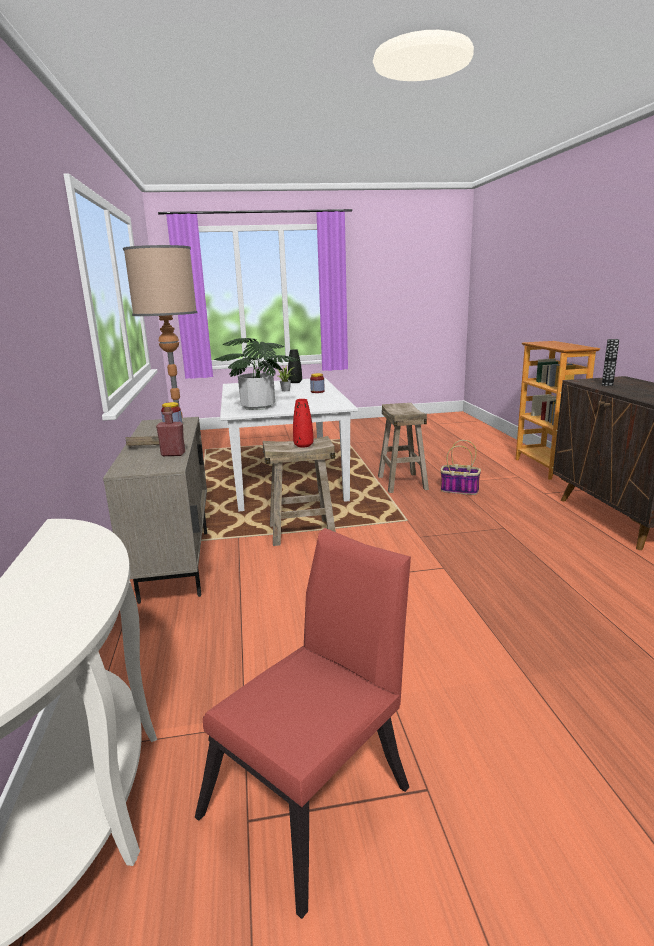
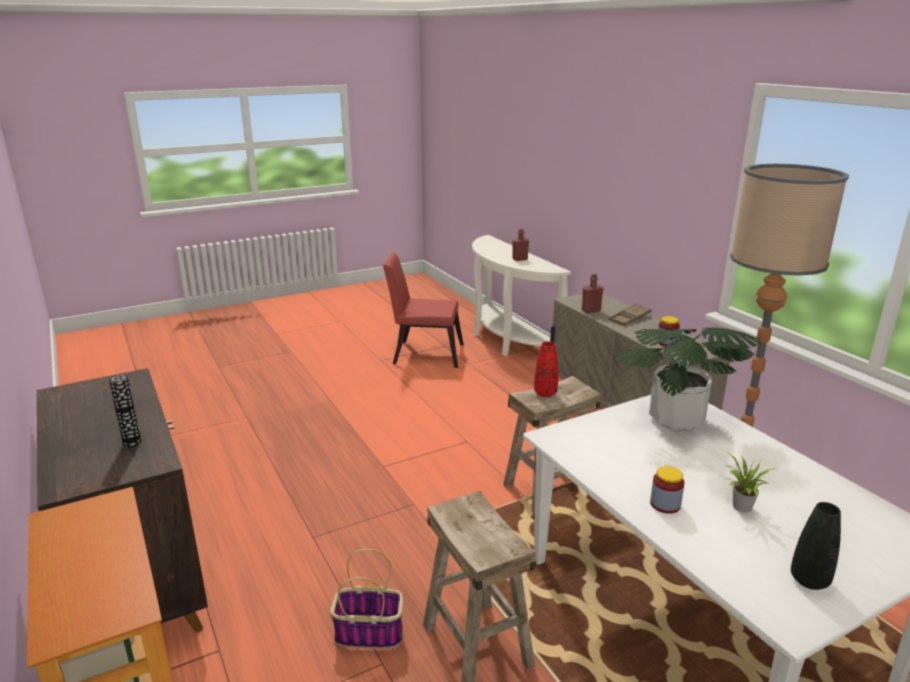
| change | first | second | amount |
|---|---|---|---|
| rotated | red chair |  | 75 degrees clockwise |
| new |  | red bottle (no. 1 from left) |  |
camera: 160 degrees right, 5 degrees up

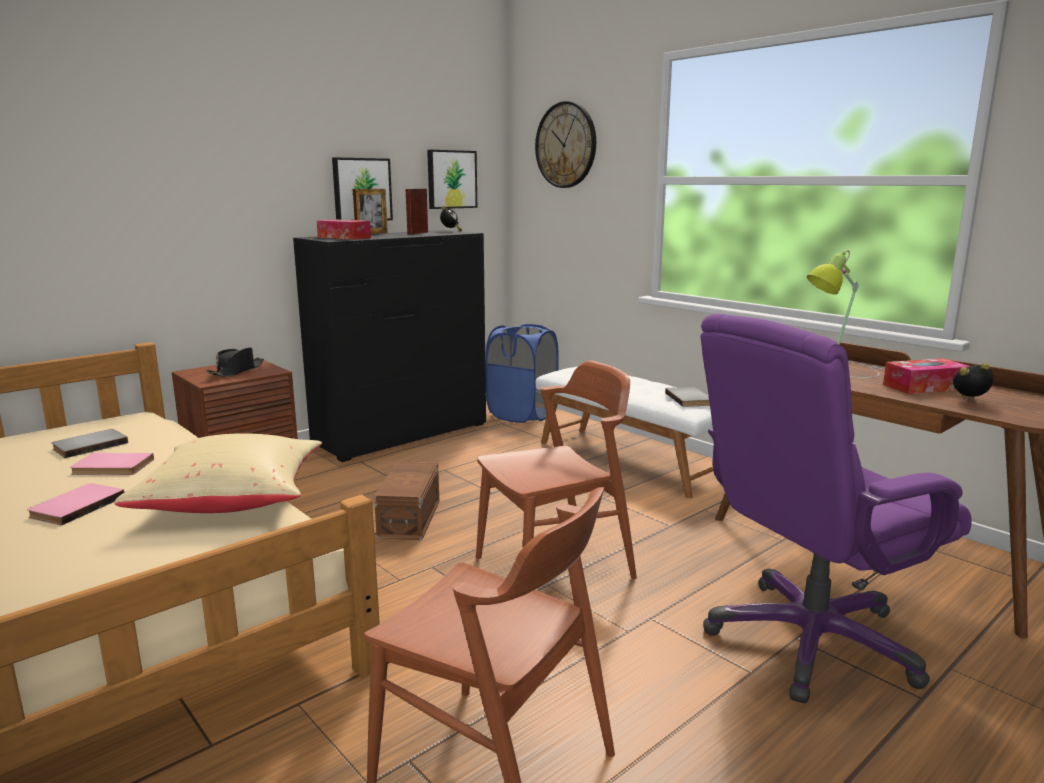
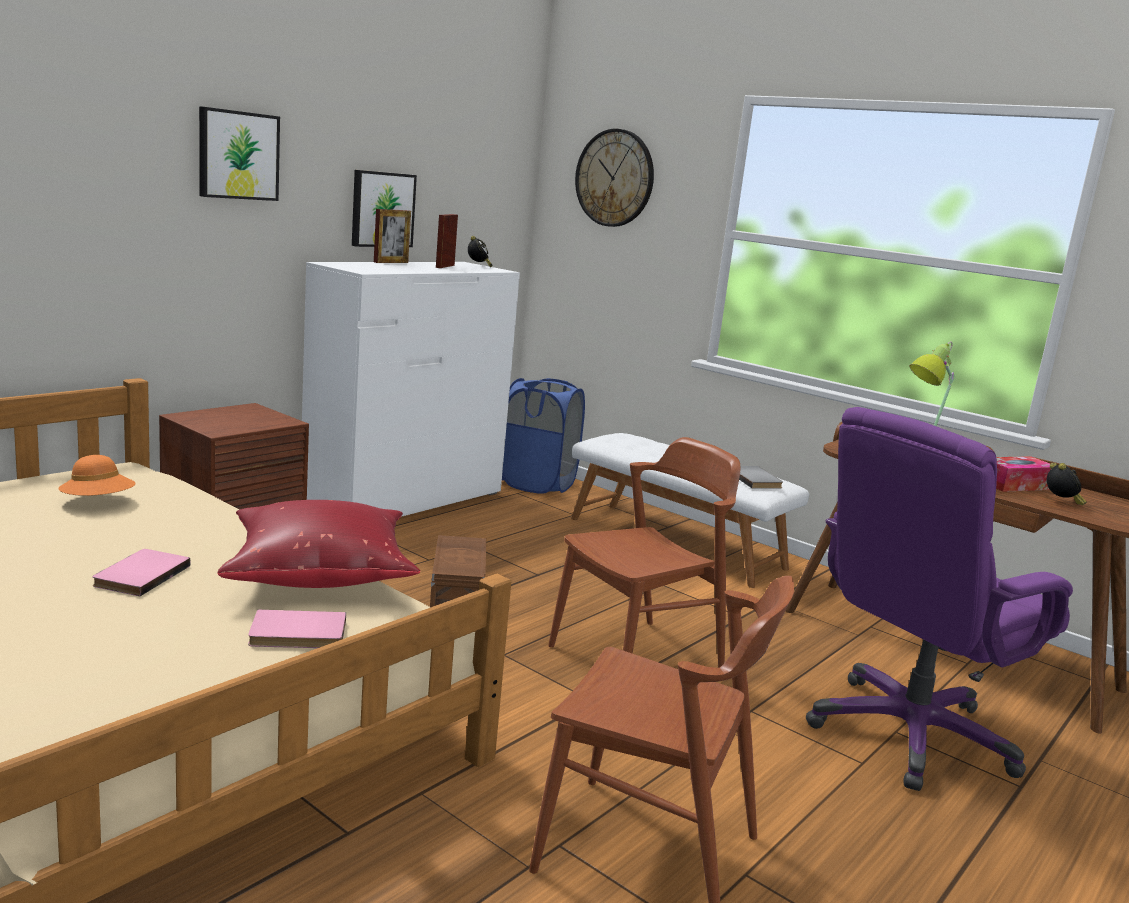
| change | first | second | amount |
|---|---|---|---|
| shifted | picture (no. 2 from left in the first image) | picture (no. 1 from left) |  |
| gone | tissue box (no. 1 from left) |  |  |
| repainted | black dresser | white dresser |  |
| gone | black hat |  |  |
| rotated | alarm clock (no. 2 from left) |  | 90 degrees clockwise |
| swapped | grey book (no. 1 from left) | orange hat |  |
| repainted | beige pillow | red pillow |  |
| shifted | pink book (no. 2 from left) |  |  |
camera: 10 degrees left, 0 degrees up

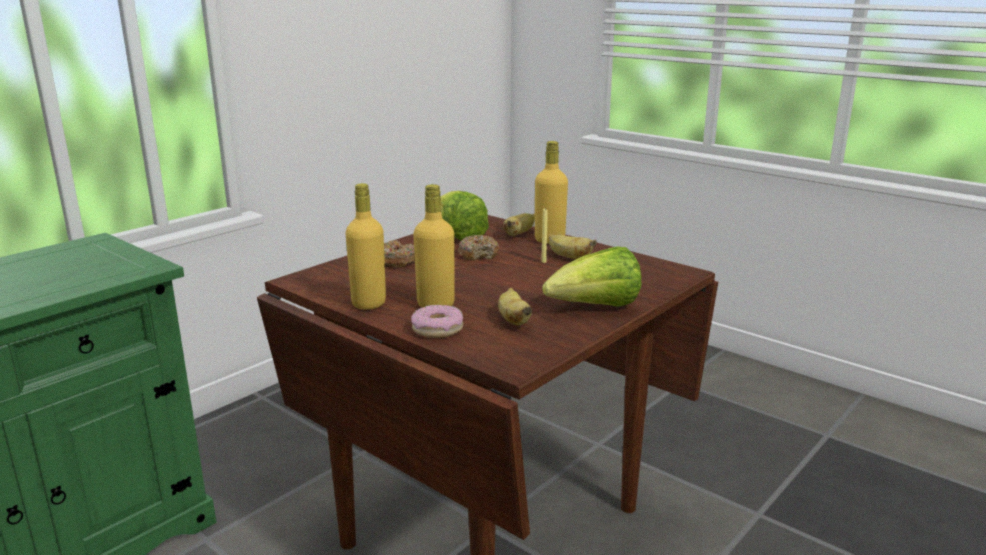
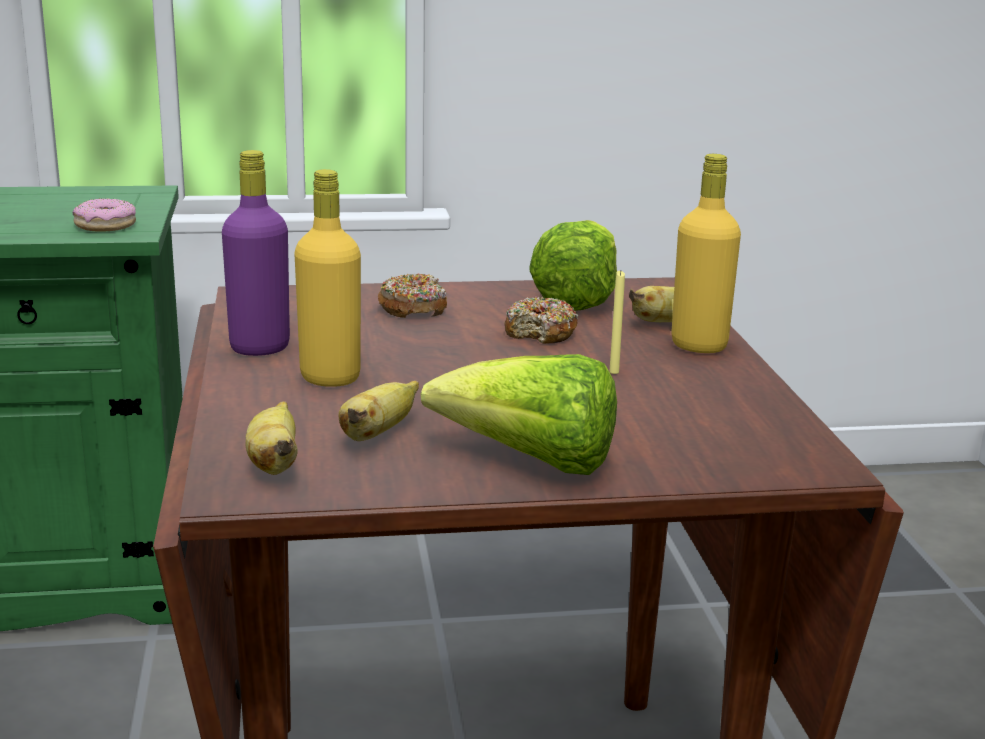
| change | first | second | amount |
|---|---|---|---|
| repainted | yellow bottle (no. 1 from left) | purple bottle |  |
| shifted | banana (no. 3 from left in the first image) | banana (no. 1 from left) |  |
| shifted | donut (no. 2 from left in the first image) | donut (no. 1 from left) |  |
camera: 40 degrees right, 0 degrees up

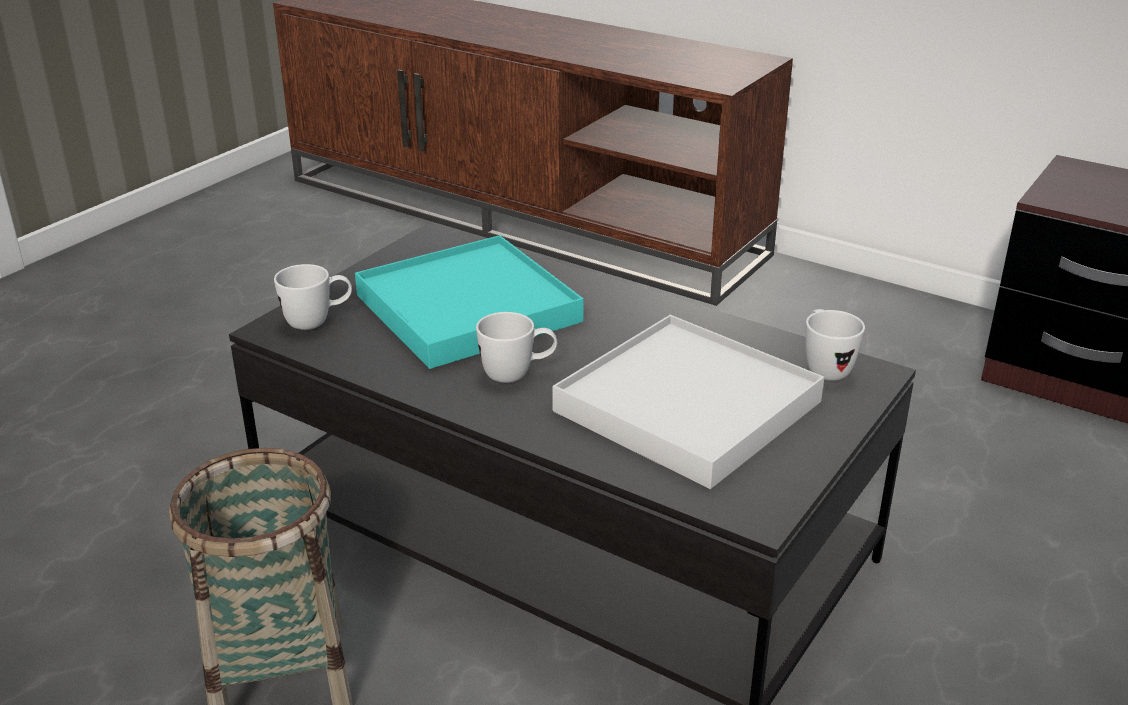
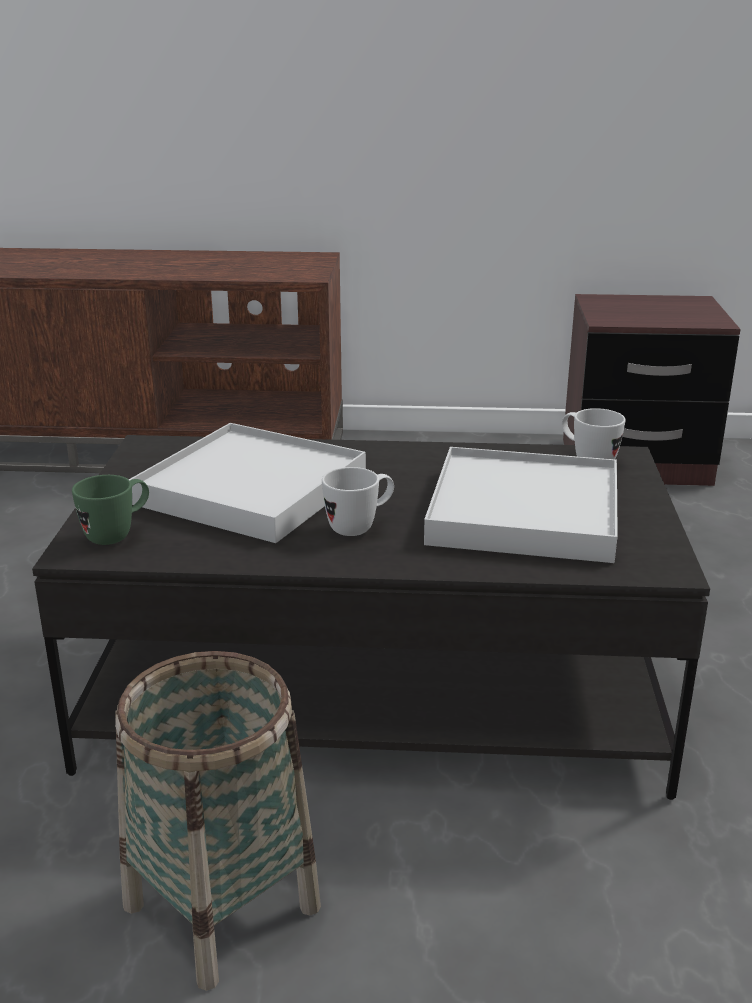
| change | first | second | amount |
|---|---|---|---|
| repainted | turquoise tray | white tray (no. 1 from left) |  |
| repainted | white mug (no. 1 from left) | green mug |  |
camera: 30 degrees left, 5 degrees down

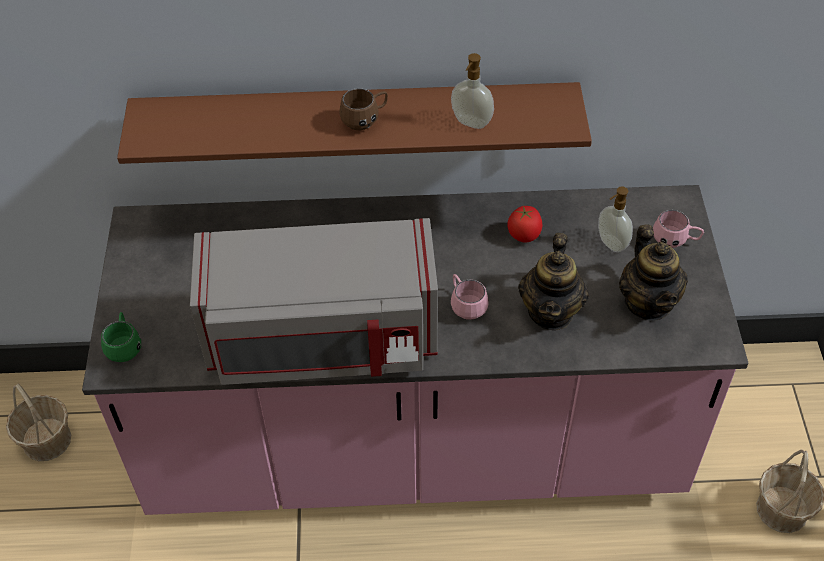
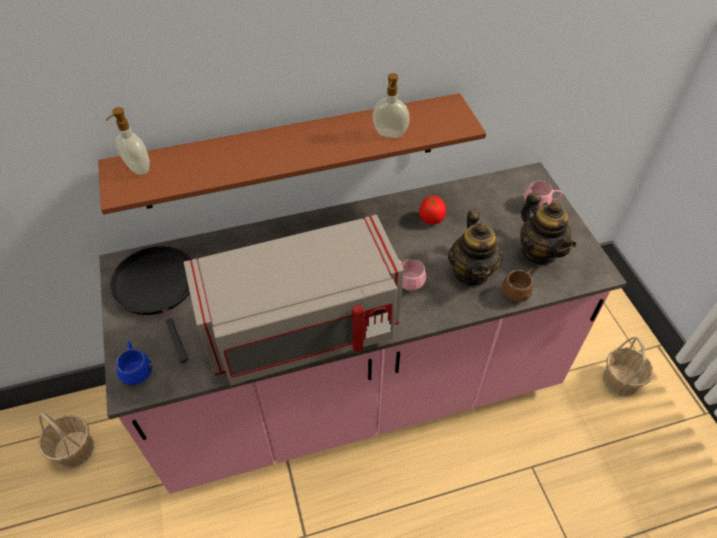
| change | first | second | amount |
|---|---|---|---|
| shifted | brown mug |  |  |
| shifted | soap dispenser (no. 2 from left in the first image) | soap dispenser (no. 1 from left) |  |
| repainted | green mug | blue mug |  |
| new |  | black frying pan |  |
camera: 15 degrees left, 0 degrees up

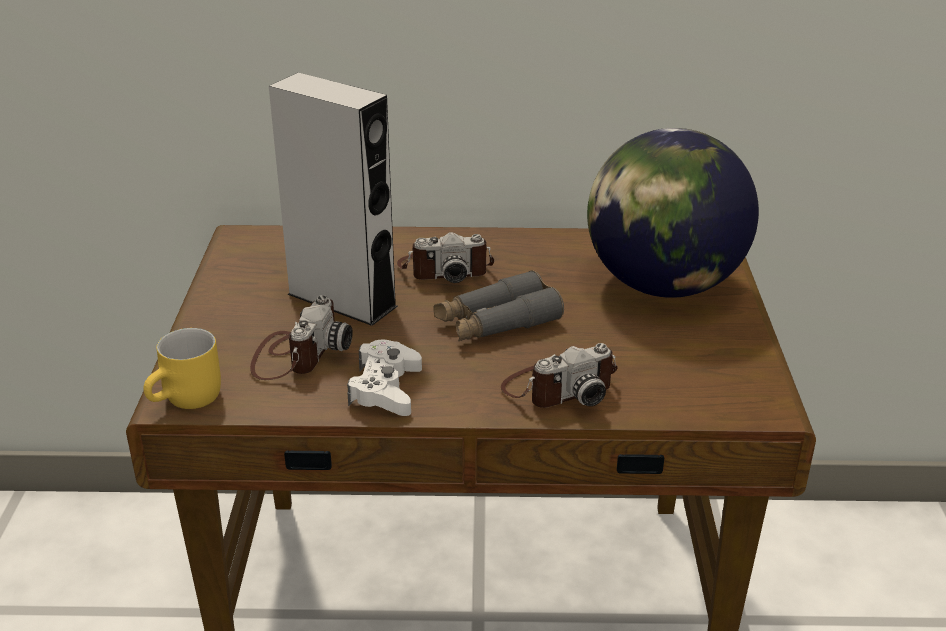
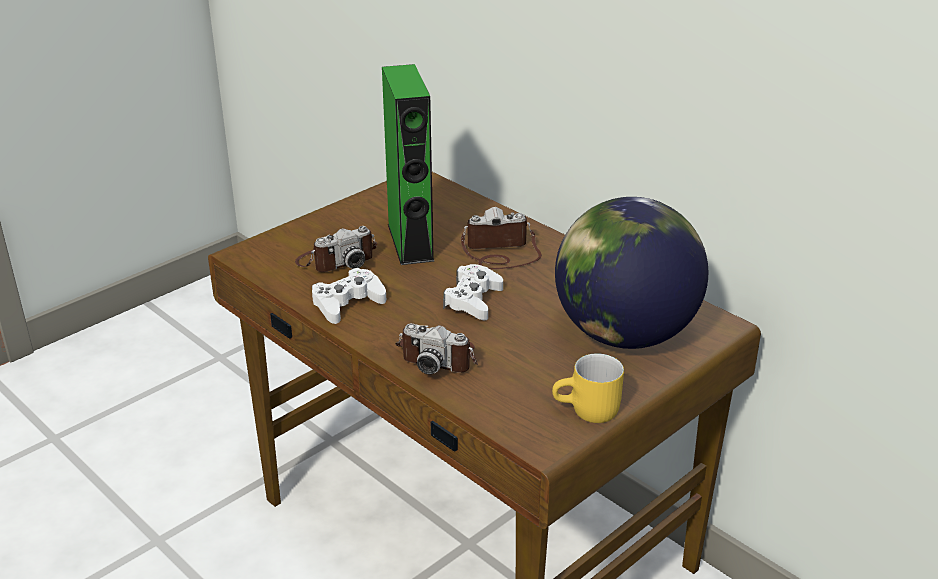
| change | first | second | amount |
|---|---|---|---|
| repainted | grey speaker | green speaker |  |
| rotated | photo camera (no. 2 from left in the first image) | photo camera (no. 3 from left) | 135 degrees clockwise |
| swapped | grey binoculars | white game controller (no. 2 from left) |  |
| shifted | yellow mug |  |  |
camera: 45 degrees right, 0 degrees up

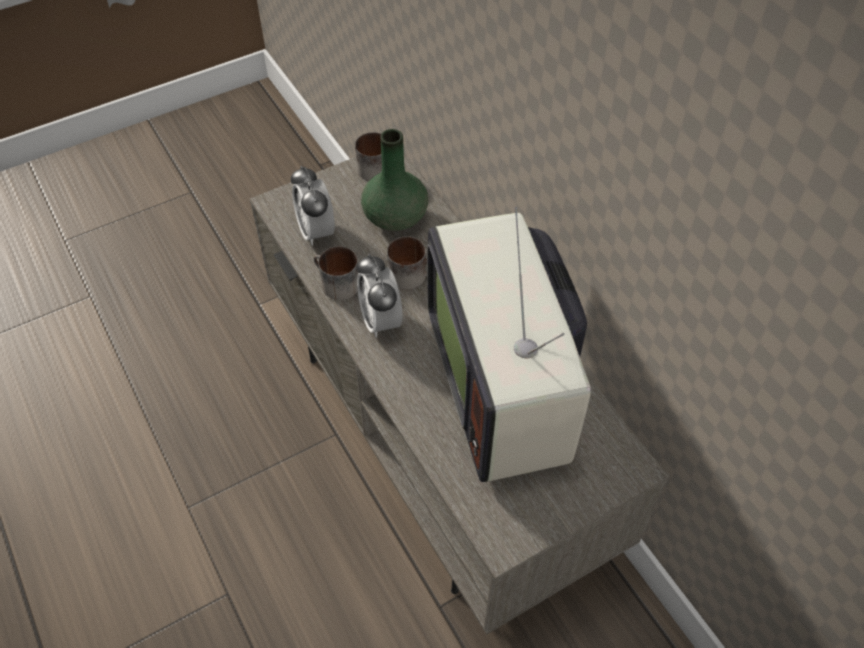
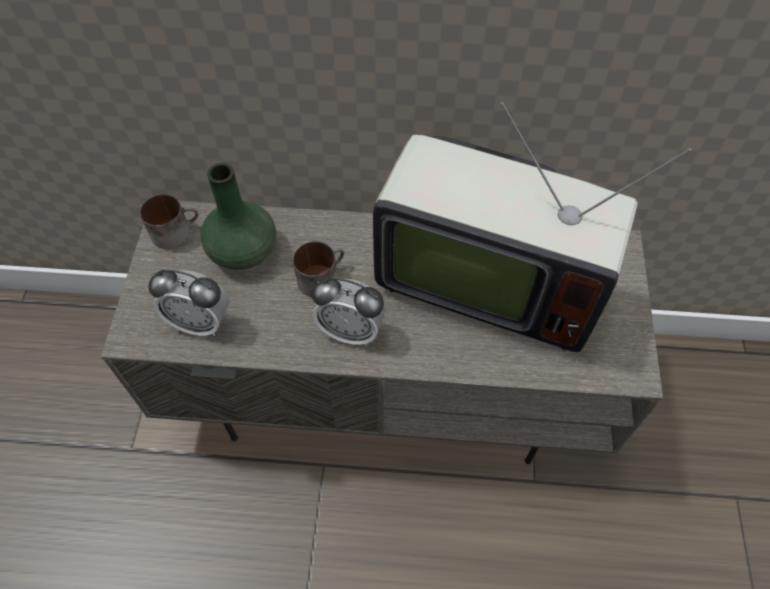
| change | first | second | amount |
|---|---|---|---|
| gone | mug (no. 1 from left) |  |  |
camera: 55 degrees left, 5 degrees up

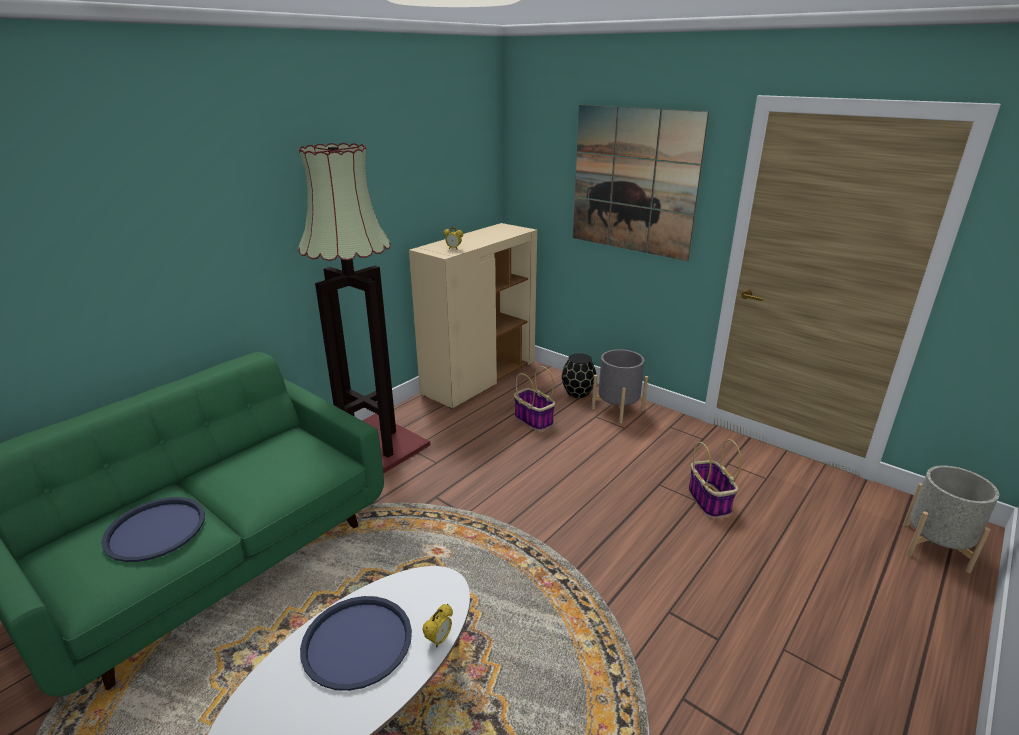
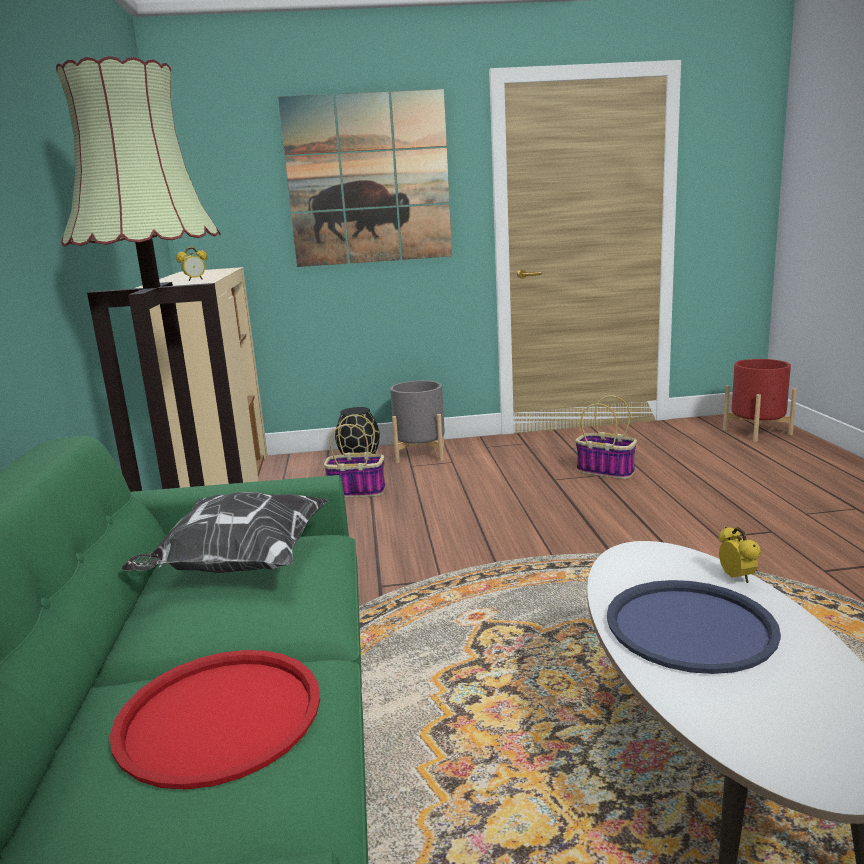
| change | first | second | amount |
|---|---|---|---|
| repainted | grey planter (no. 2 from left) | red planter |  |
| repainted | blue tray (no. 1 from left) | red tray |  |
| new |  | pillow |  |
camera: 45 degrees left, 10 degrees down

